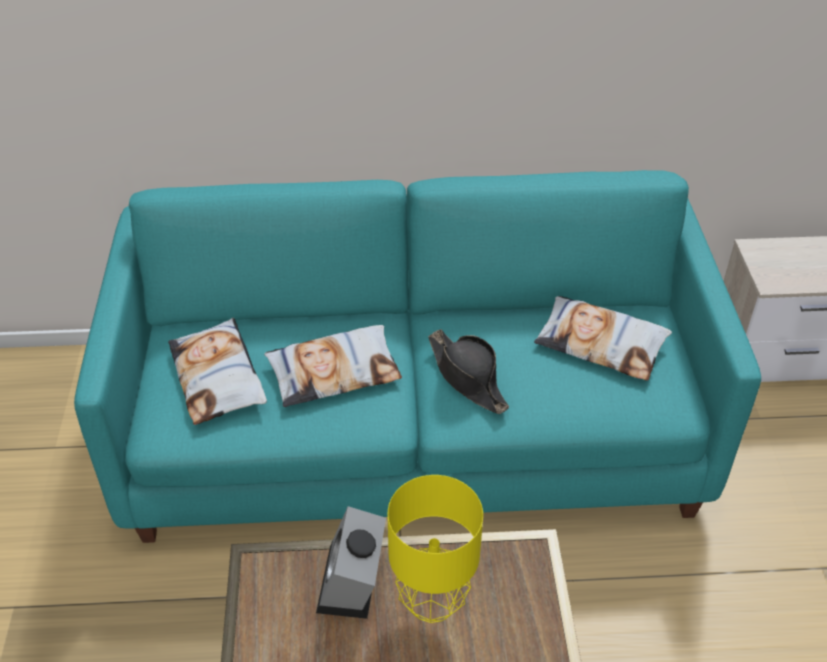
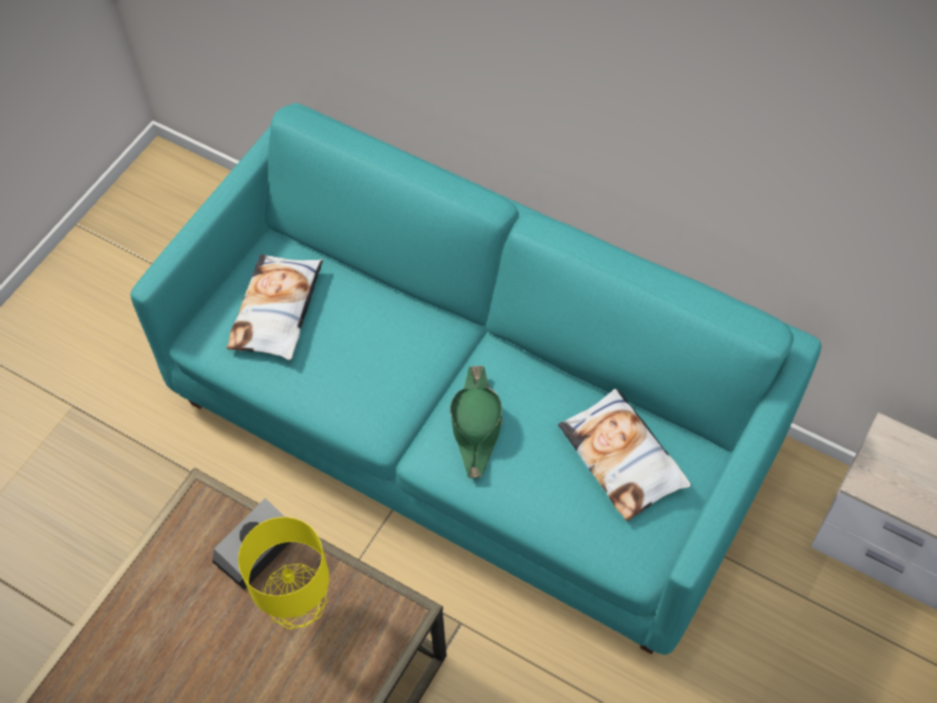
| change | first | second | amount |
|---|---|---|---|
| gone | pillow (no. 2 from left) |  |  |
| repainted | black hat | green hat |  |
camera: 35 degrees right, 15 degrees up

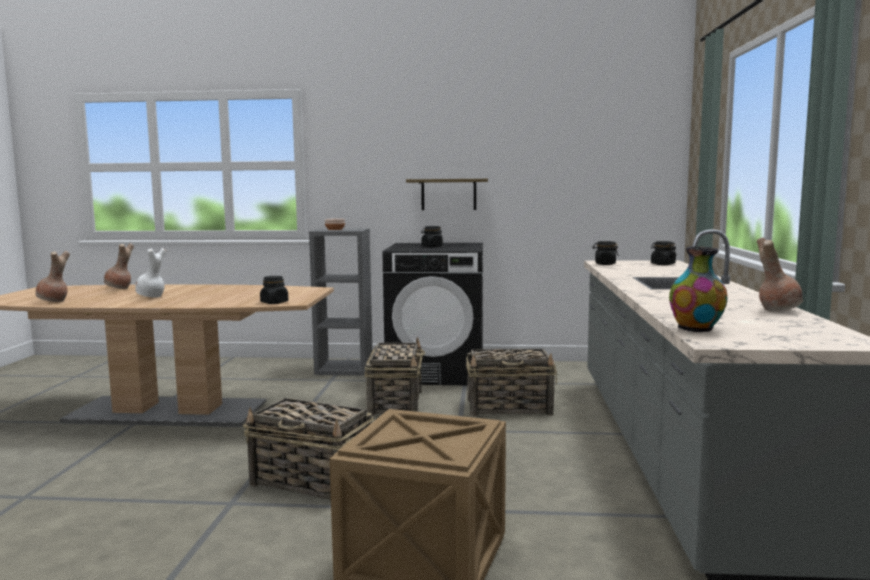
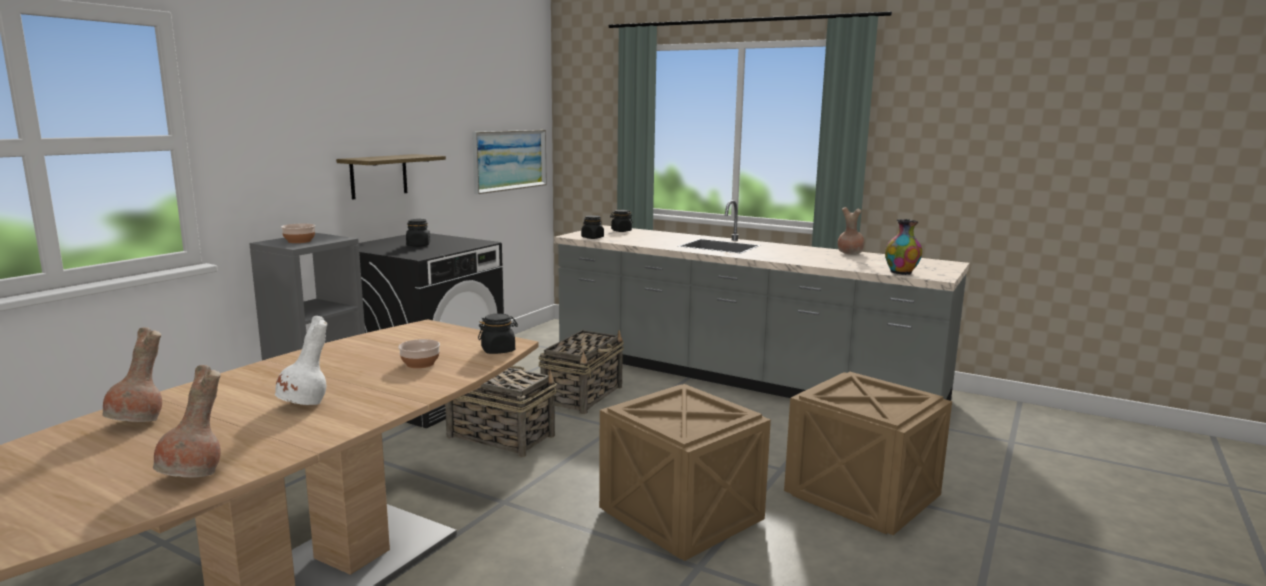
| change | first | second | amount |
|---|---|---|---|
| swapped | basket (no. 1 from left) | crate (no. 1 from left) |  |
| new |  | picture |  |
| new |  | bowl (no. 2 from left) |  |
camera: 65 degrees left, 5 degrees up

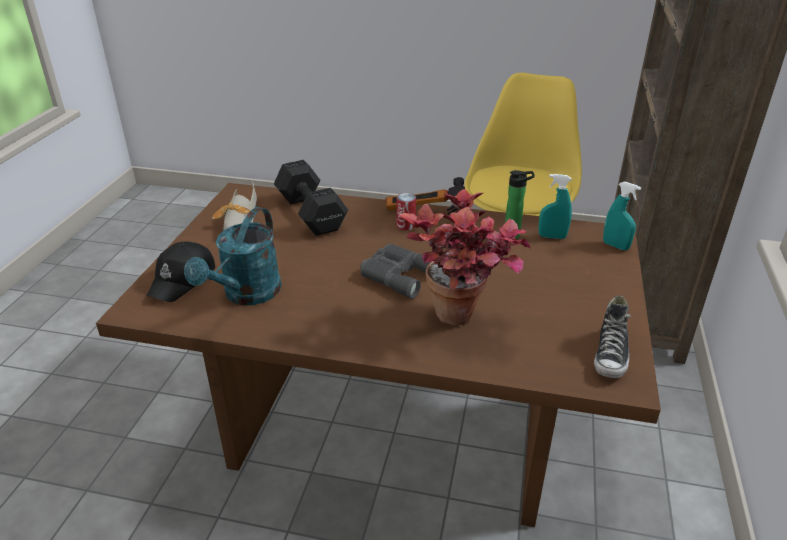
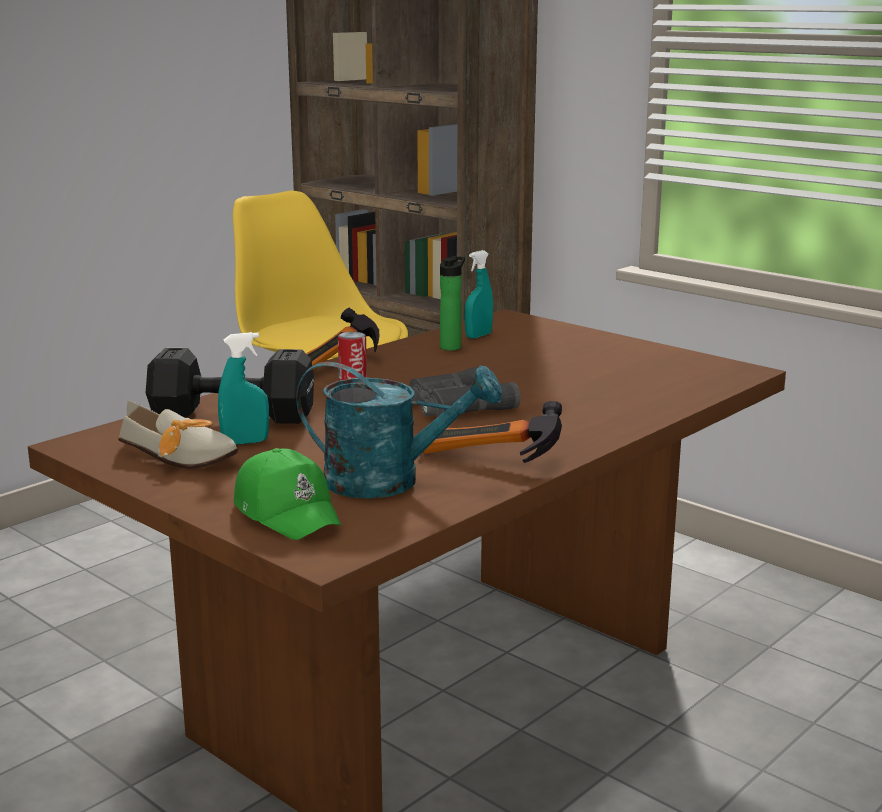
| change | first | second | amount |
|---|---|---|---|
| shifted | turquoise spray bottle (no. 2 from left in the first image) | turquoise spray bottle (no. 1 from left) |  |
| gone | potted plant |  |  |
| rotated | turquoise watering can |  | 45 degrees counterclockwise |
| repainted | black cap | green cap |  |
| gone | shoe (no. 2 from left) |  |  |
| new |  | hammer (no. 2 from left) |  |
camera: 60 degrees left, 15 degrees down

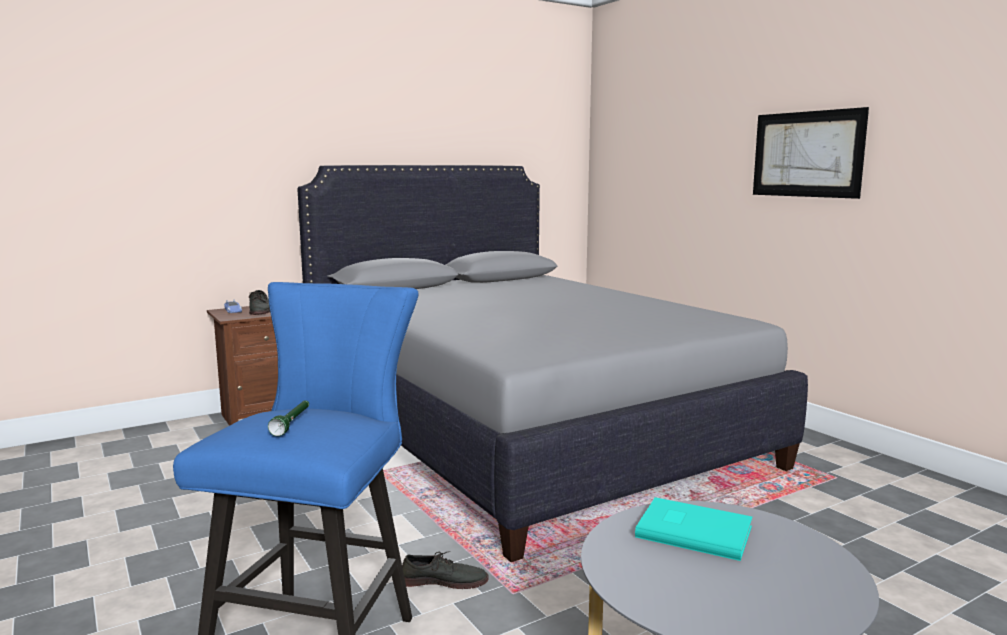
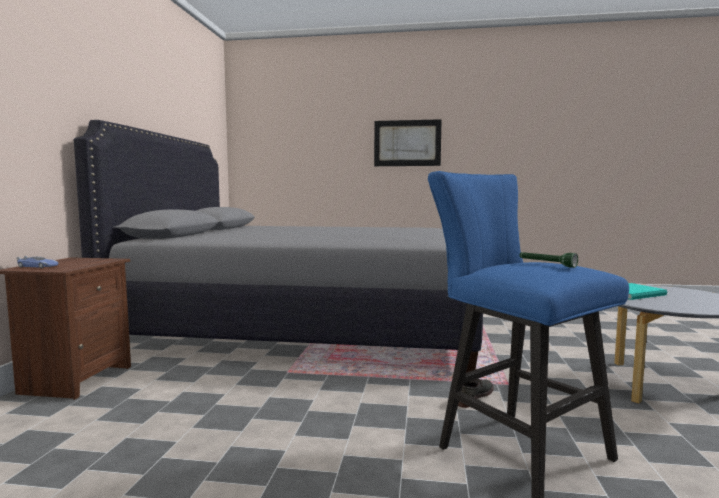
| change | first | second | amount |
|---|---|---|---|
| gone | grey shoe (no. 1 from left) |  |  |
camera: 50 degrees left, 5 degrees down

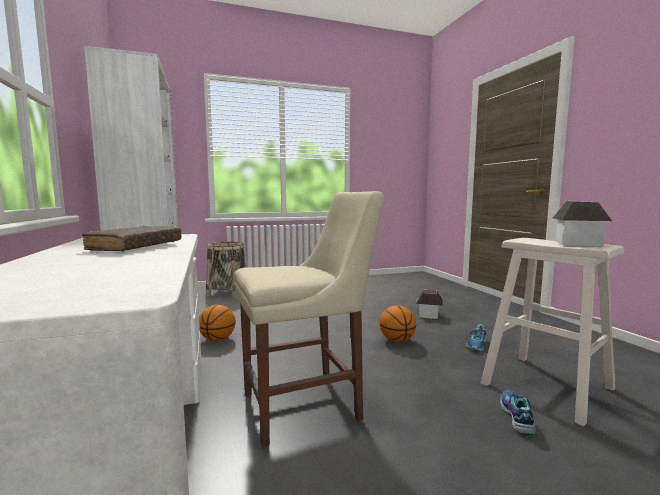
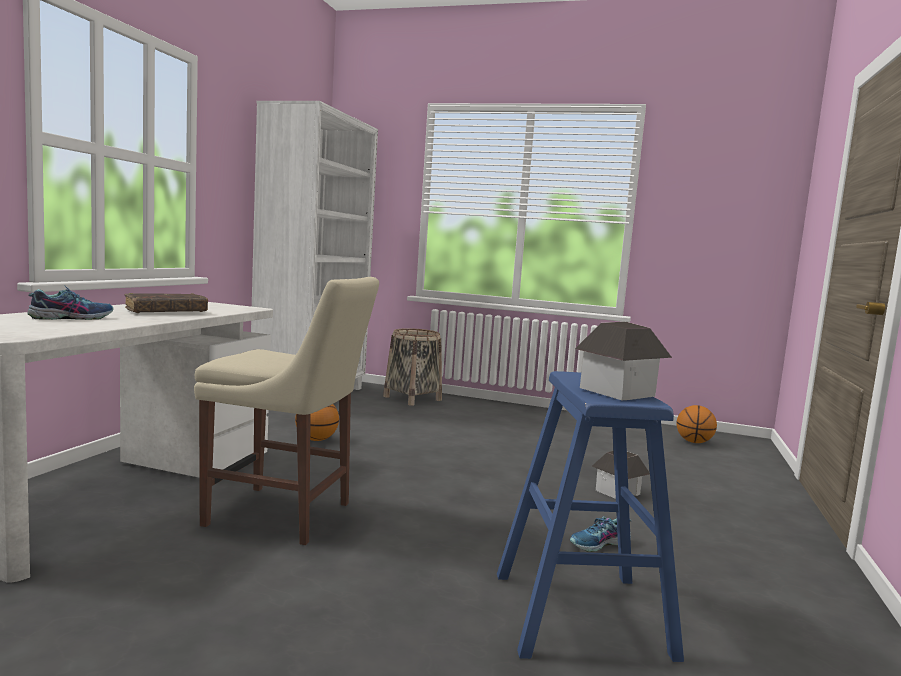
| change | first | second | amount |
|---|---|---|---|
| repainted | beige stool | blue stool |  |
| shifted | basketball (no. 2 from left) |  |  |
| shifted | shoe (no. 2 from left in the first image) | shoe (no. 1 from left) |  |
camera: 35 degrees right, 0 degrees up

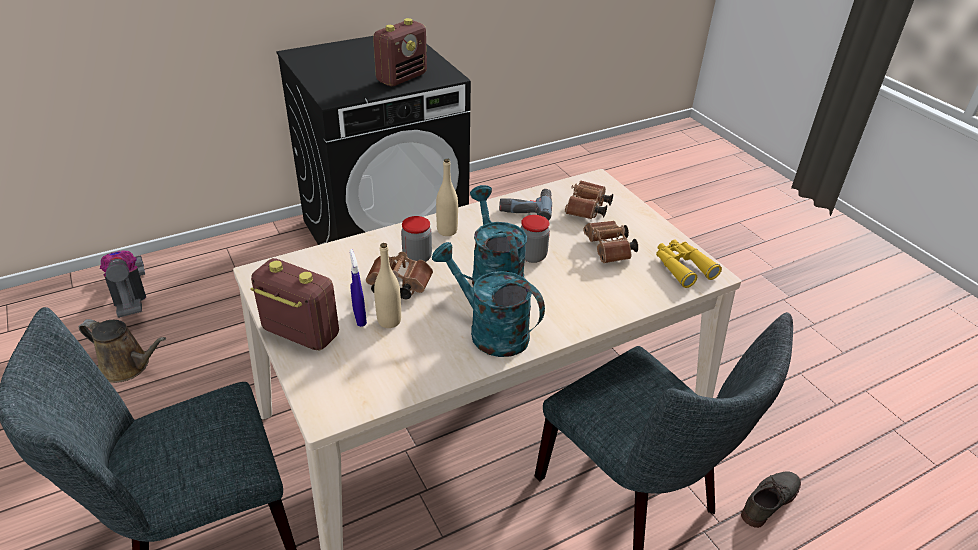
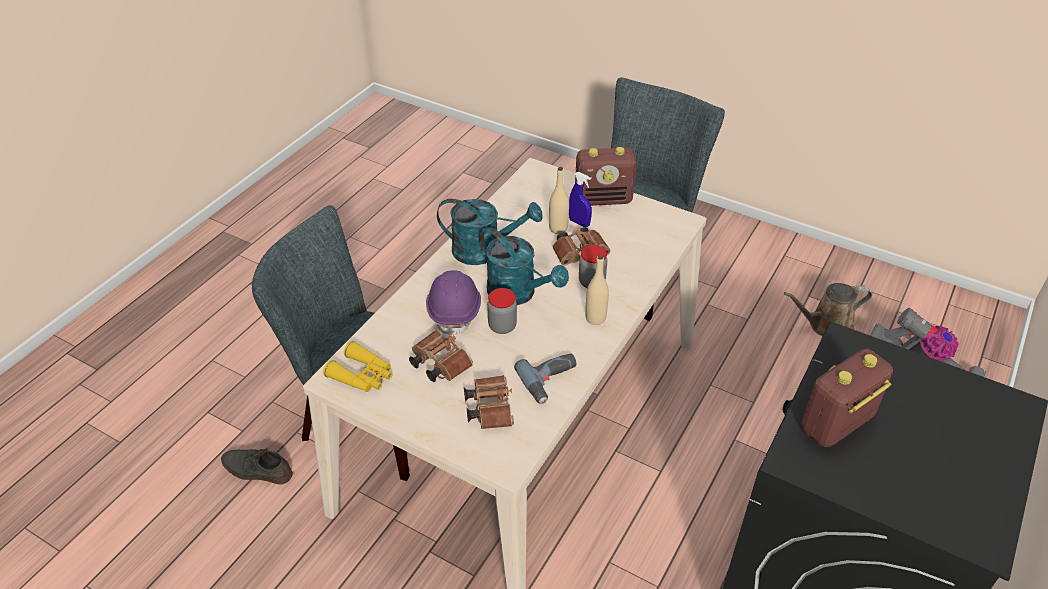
| change | first | second | amount |
|---|---|---|---|
| rotated | radio (no. 2 from left) |  | 45 degrees clockwise |
| rotated | grey shoe |  | 90 degrees clockwise |
| new |  | purple hard hat |  |
camera: 150 degrees right, 5 degrees up

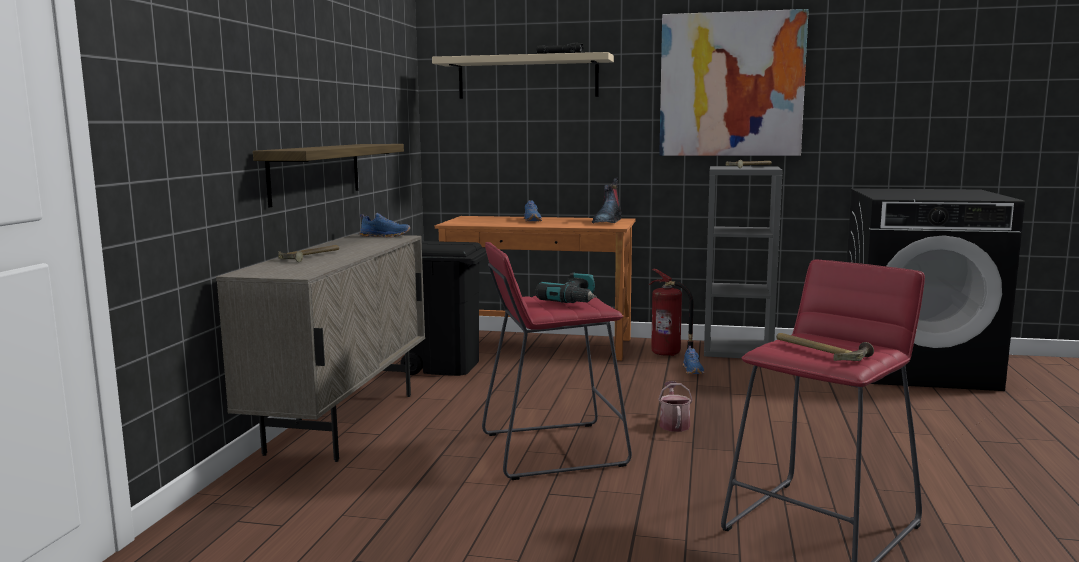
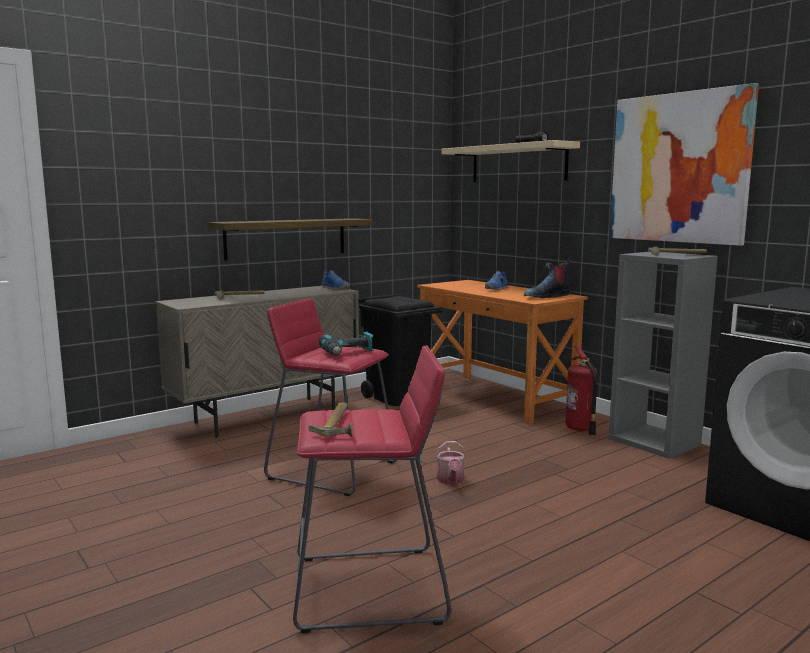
| change | first | second | amount |
|---|---|---|---|
| gone | blue shoe (no. 3 from left) |  |  |
| rotated | watering can |  | 135 degrees clockwise |
camera: 40 degrees right, 0 degrees up

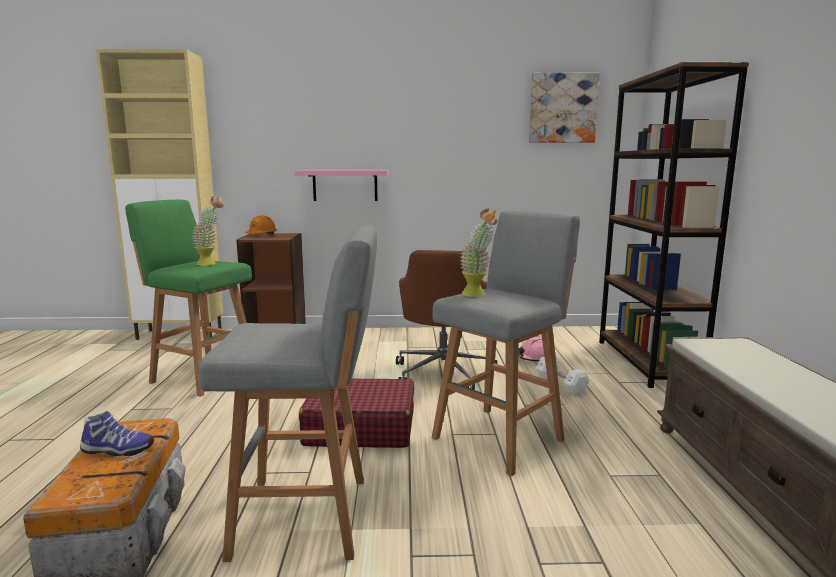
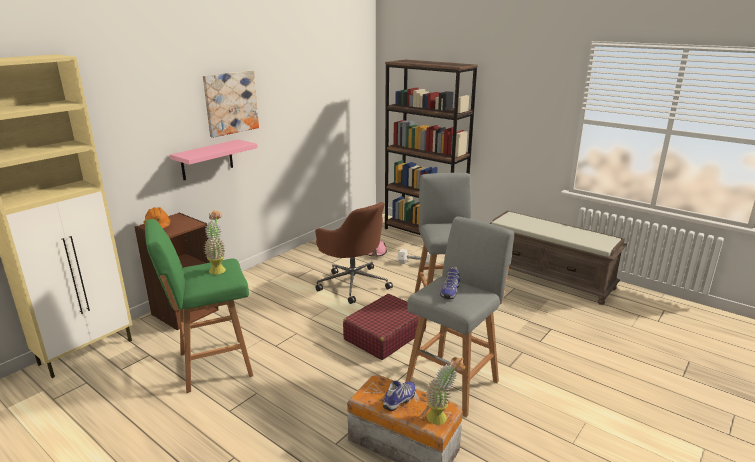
| change | first | second | amount |
|---|---|---|---|
| shifted | picture |  |  |
| shifted | potted plant (no. 2 from left) |  |  |
| new |  | shoe (no. 2 from left) |  |
camera: 50 degrees left, 10 degrees up

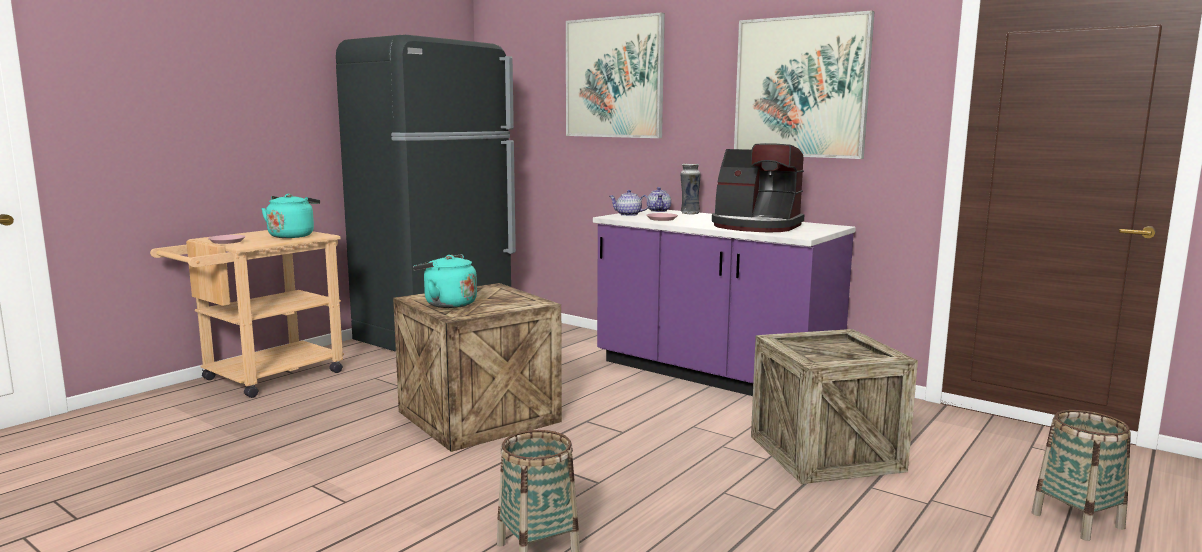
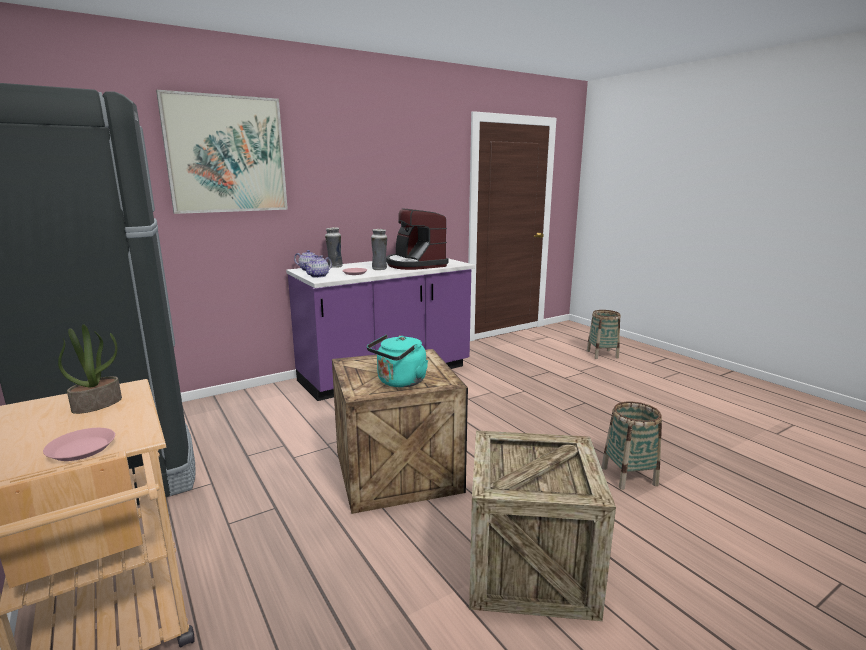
| change | first | second | amount |
|---|---|---|---|
| gone | picture (no. 2 from left) |  |  |
| rotated | coffee machine |  | 105 degrees clockwise |
| swapped | turquoise kettle (no. 1 from left) | potted plant |  |
| shifted | crate (no. 2 from left) |  |  |
| new |  | vase (no. 2 from left) |  |
camera: 70 degrees left, 5 degrees up

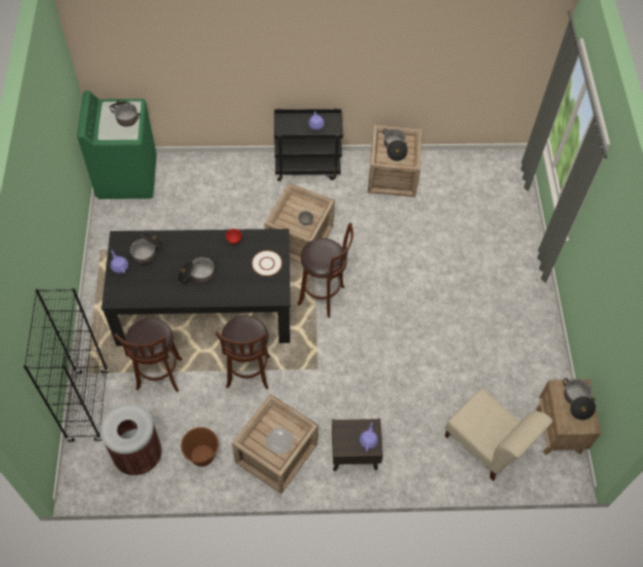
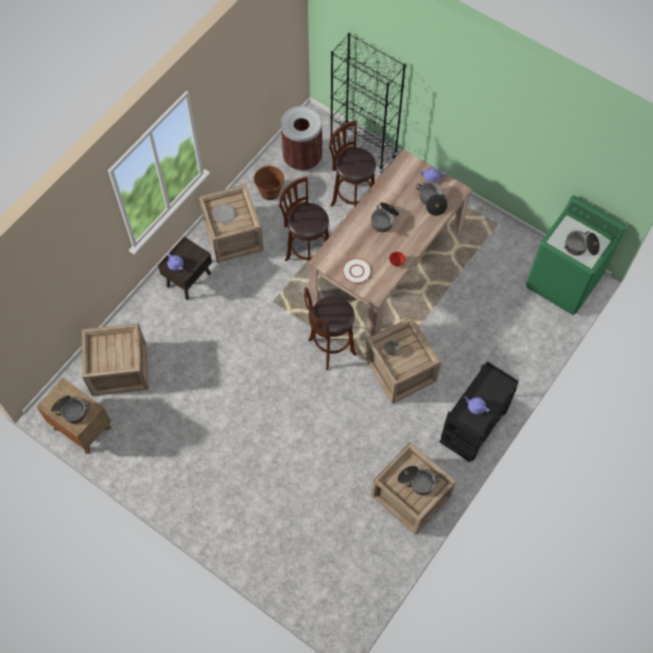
| change | first | second | amount |
|---|---|---|---|
| repainted | black dining table | beige dining table |  |
| swapped | beige chair | crate (no. 1 from left) |  |
camera: 130 degrees right, 5 degrees up

